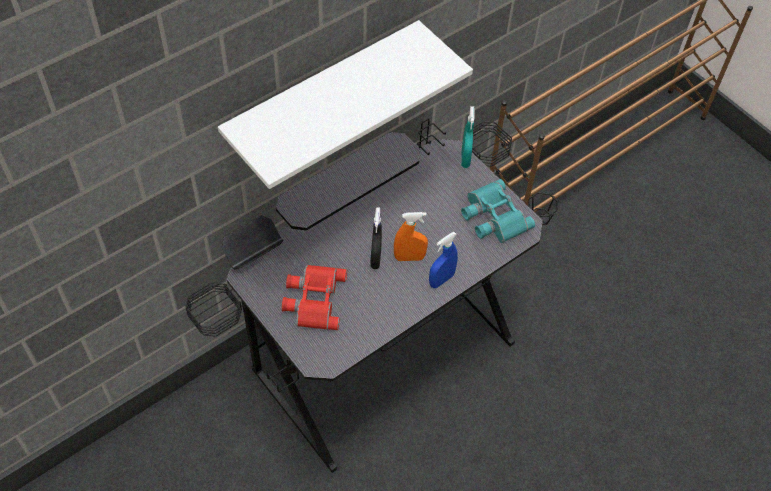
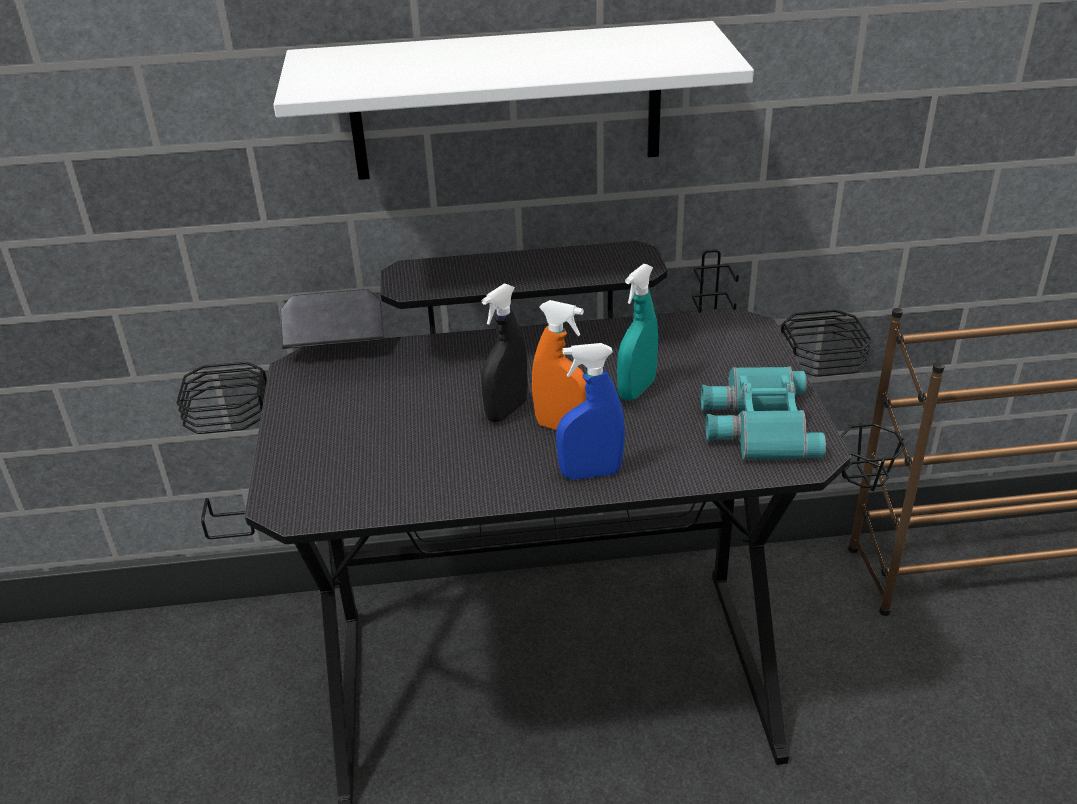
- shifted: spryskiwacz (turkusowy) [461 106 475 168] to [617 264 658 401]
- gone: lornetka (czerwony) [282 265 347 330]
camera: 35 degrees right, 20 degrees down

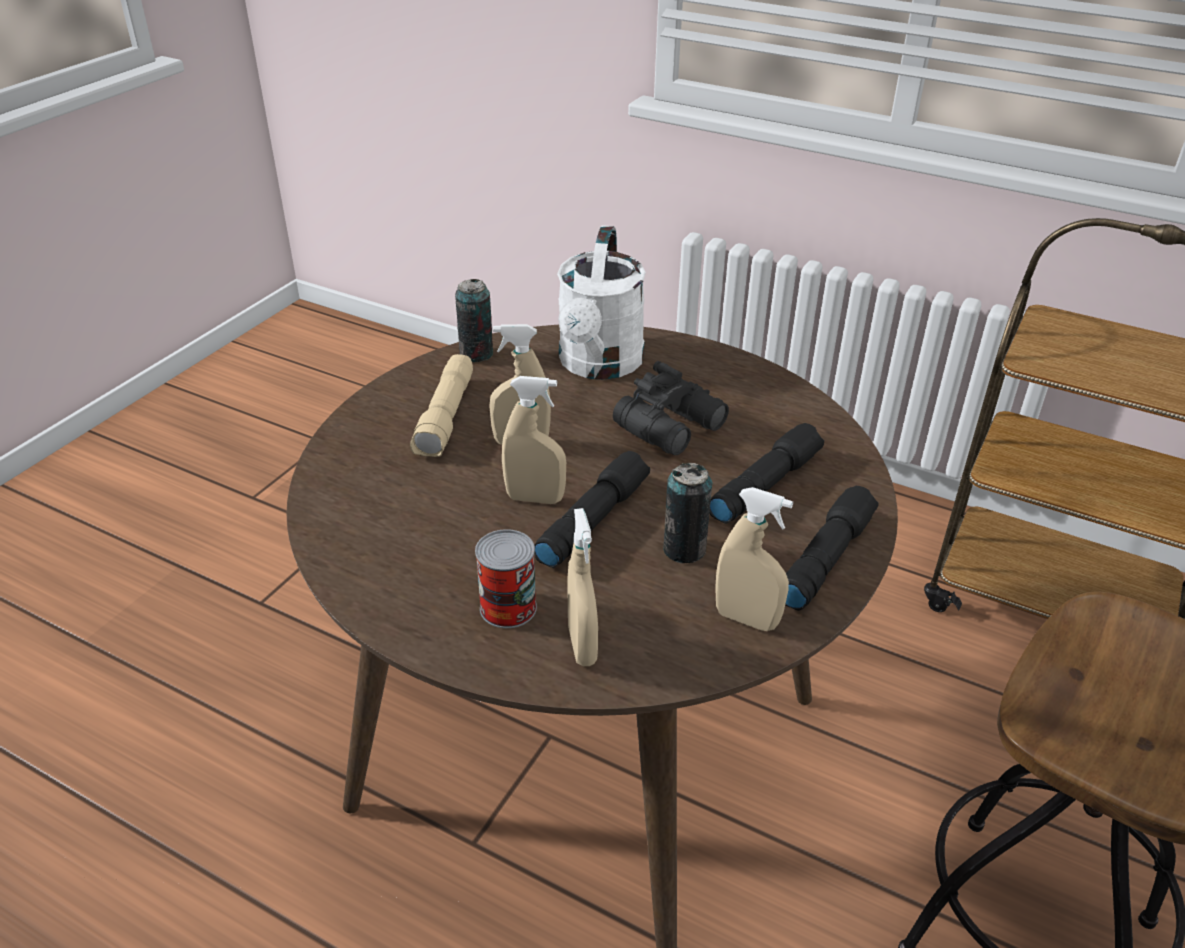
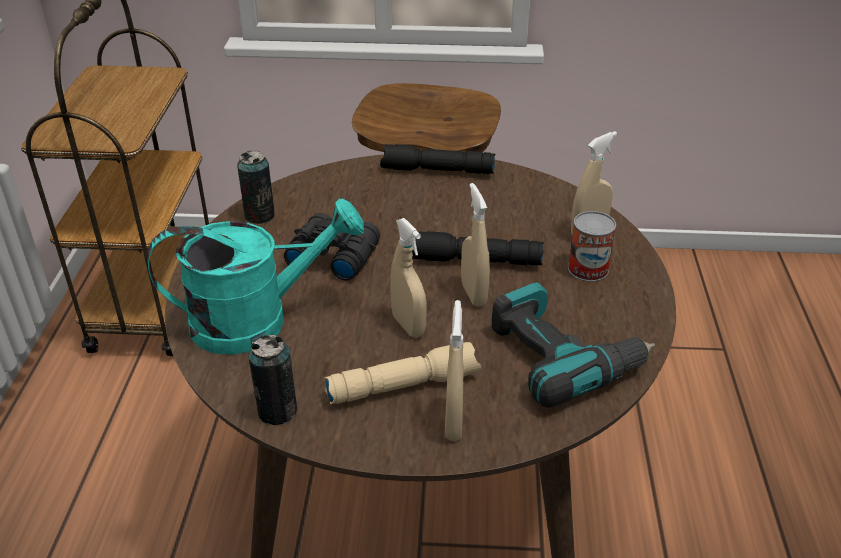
- repainted: konewka (biały) [557 225 646 380] to konewka (turkusowy) [148 199 364 355]
- shifted: puszka [663 463 713 563] to [237 151 275 224]
- shifted: spryskiwacz (beżowy) [715 487 793 631] to [445 300 464 441]
- new: wiertarka [492 282 655 408]
- gone: latarka (czarny) [710 423 824 524]
camera: 115 degrees left, 0 degrees up

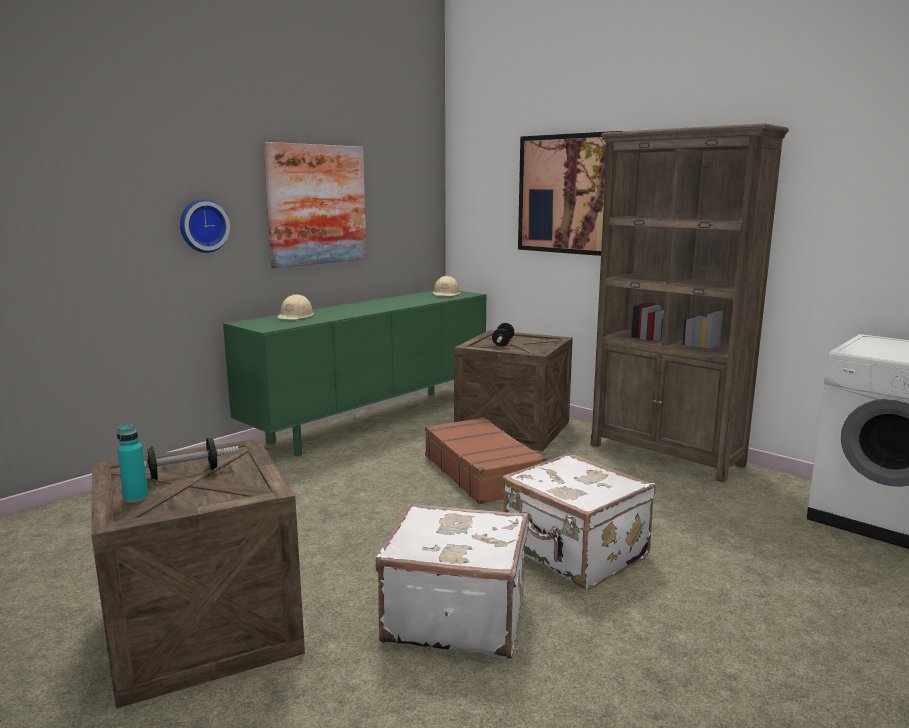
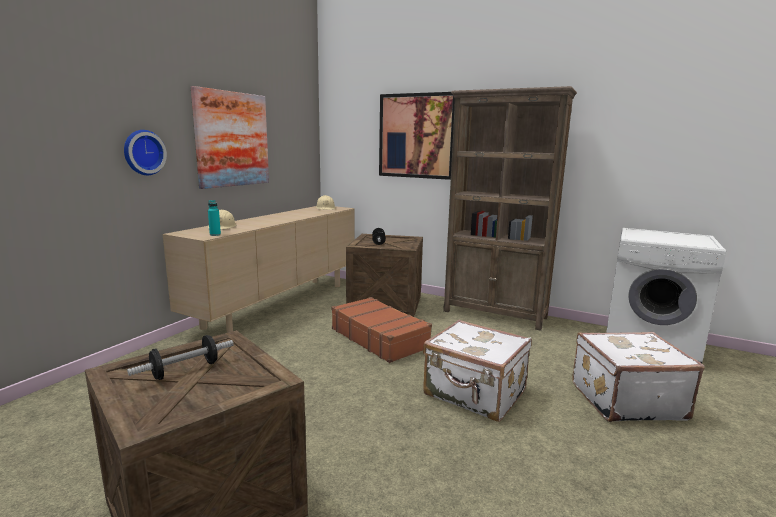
- repainted: szafka (zielony) [223 291 486 456] to szafka (beżowy) [163 206 355 333]
- shifted: butelka (turkusowy) [117 425 148 503] to [208 200 221 236]
- shifted: walizka (biały) [375 503 529 659] to [572 332 705 422]
camera: 15 degrees left, 0 degrees up

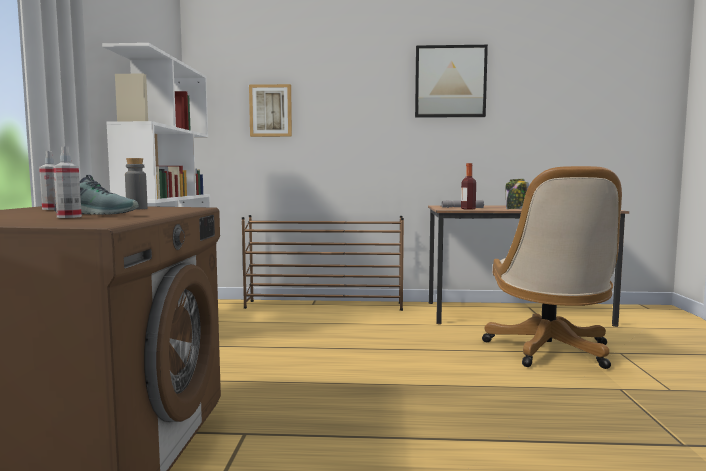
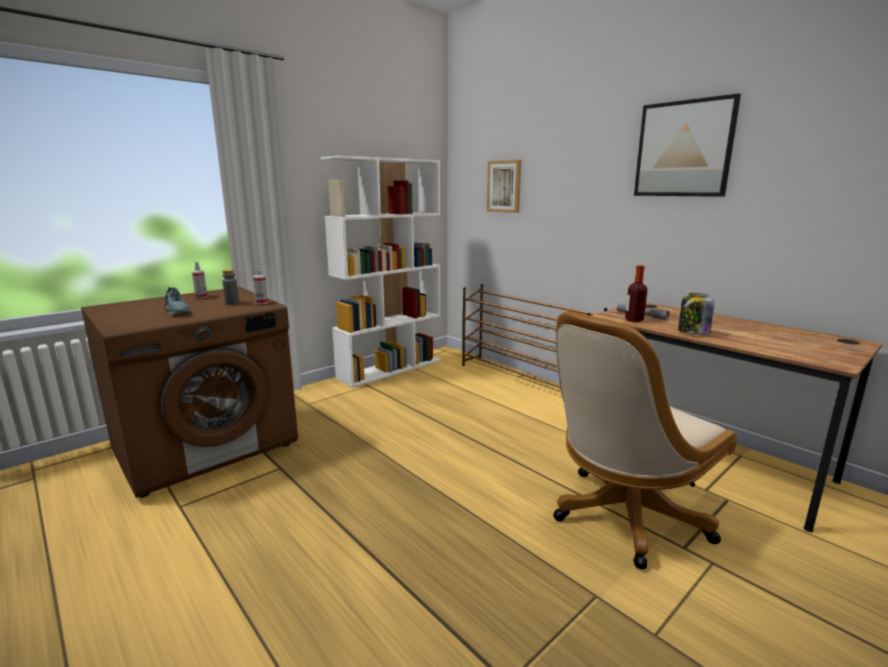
- shifted: spryskiwacz [53 146 82 218] to [253 266 268 304]
camera: 45 degrees right, 10 degrees up

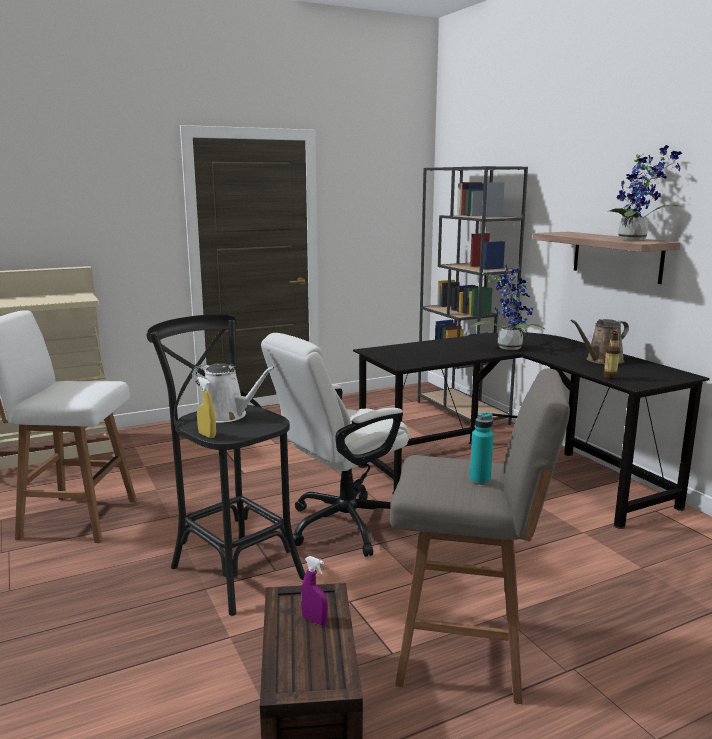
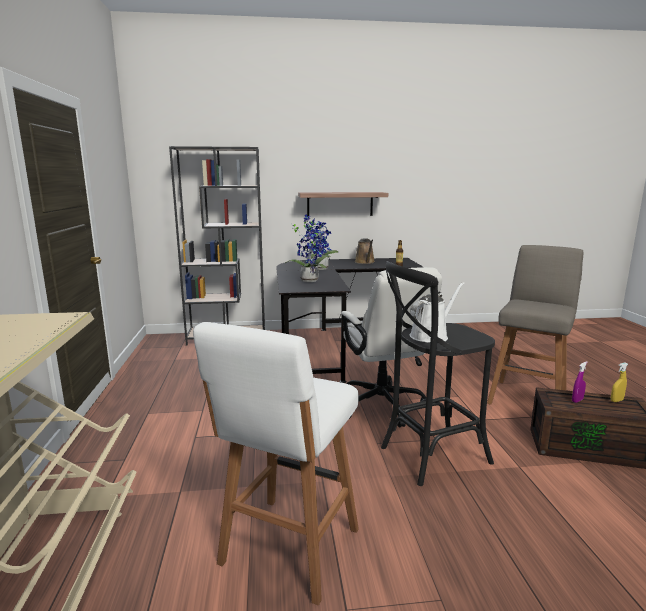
- shifted: roślina doniczkowa [609 145 682 240] to [285 219 331 282]
- shifted: spryskiwacz (żółty) [197 377 216 438] to [611 362 628 402]
- gone: butelka (turkusowy) [470 413 494 485]
camera: 70 degrees left, 0 degrees up

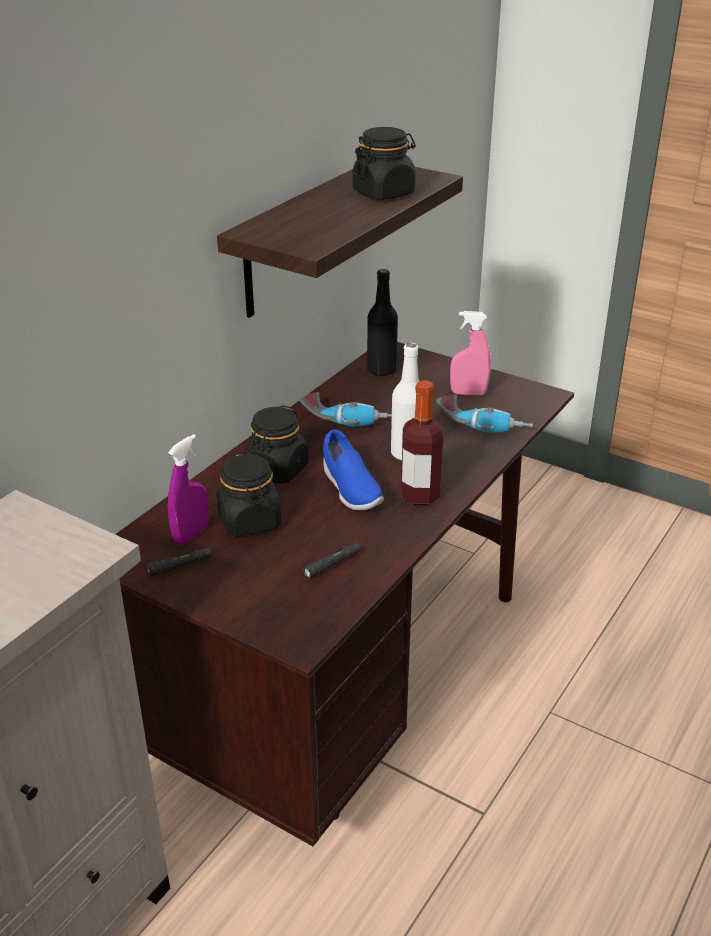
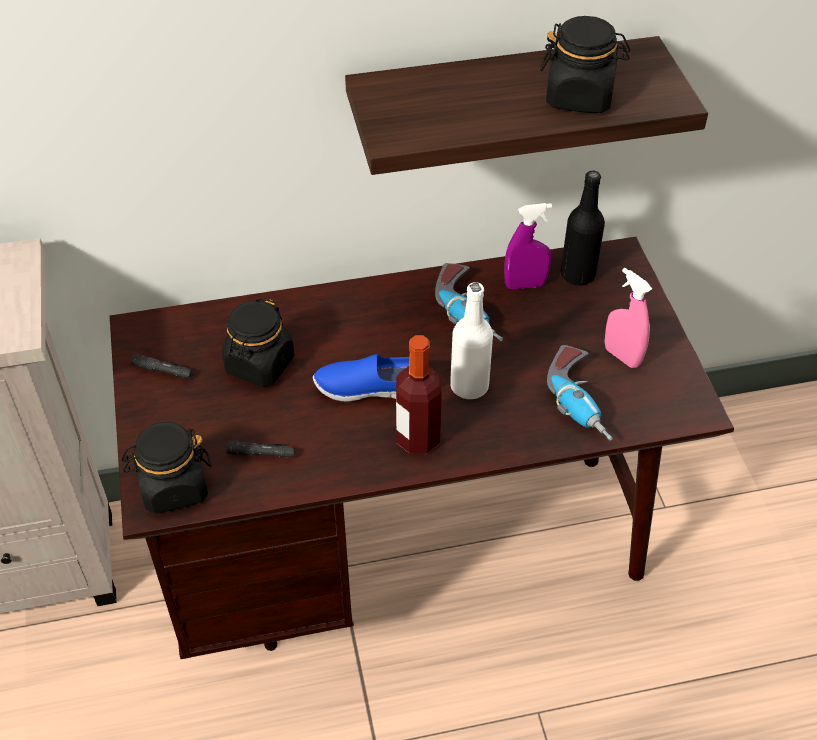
- shifted: słoik (czarny) [244 405 309 484] to [121 422 211 514]
- rotated: but (niebieski) [323 430 384 510] = [313 354 410 401] 75 degrees clockwise
- shifted: spryskiwacz (fioletowy) [168 434 209 544] to [504 203 552 290]
camera: 45 degrees right, 15 degrees up

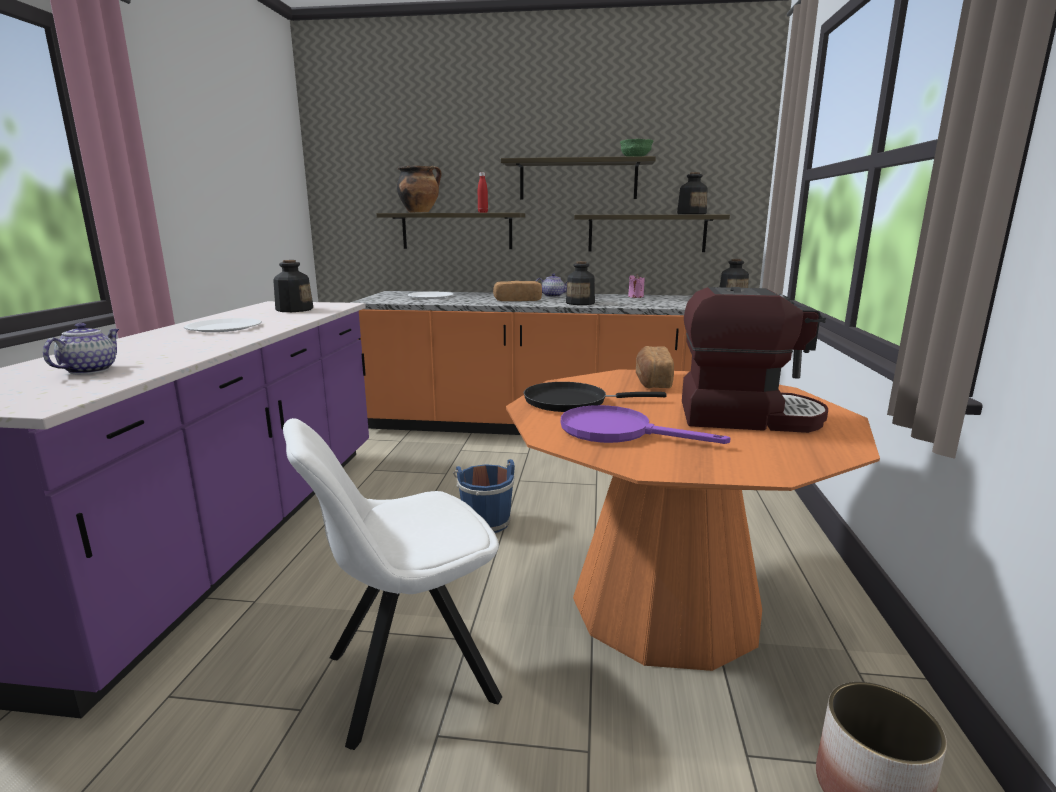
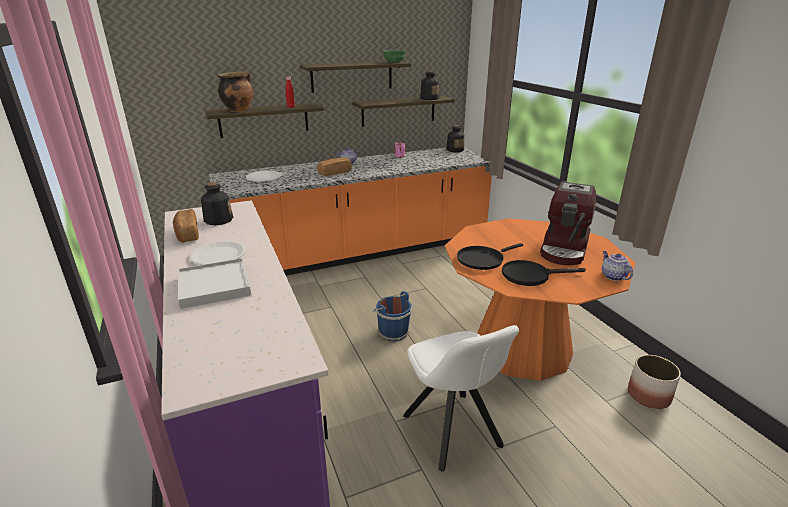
- shifted: chleb [636 346 674 388] to [173 209 199 243]
- new: taca (biały) [178 258 251 309]
- rotated: krzesło (biały) [283 418 502 750] = [403 325 519 472] 60 degrees counterclockwise
- repainted: patelnia (fioletowy) [561 405 730 444] to patelnia (czarny) [502 260 586 286]
- rotated: ekspres do kawy [682 287 828 433] = [540 182 596 265] 135 degrees clockwise
- shifted: imbryk [43 323 119 375] to [602 251 633 281]
- gone: butelka [566 261 595 305]
camera: 30 degrees left, 10 degrees up

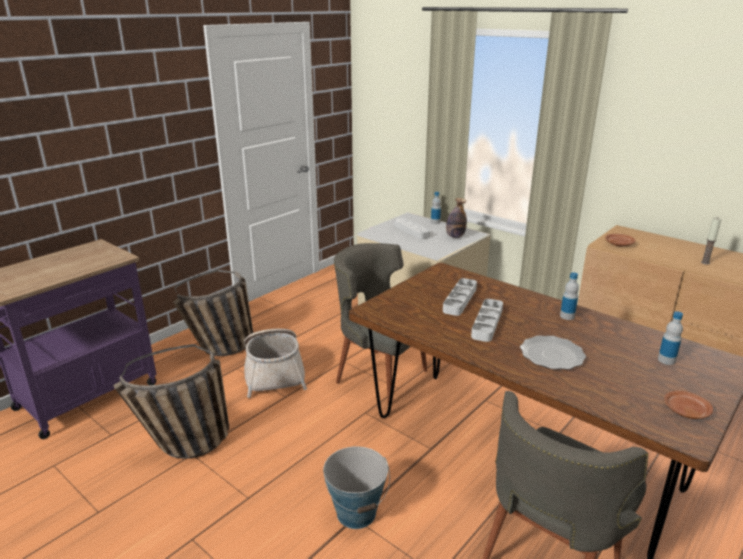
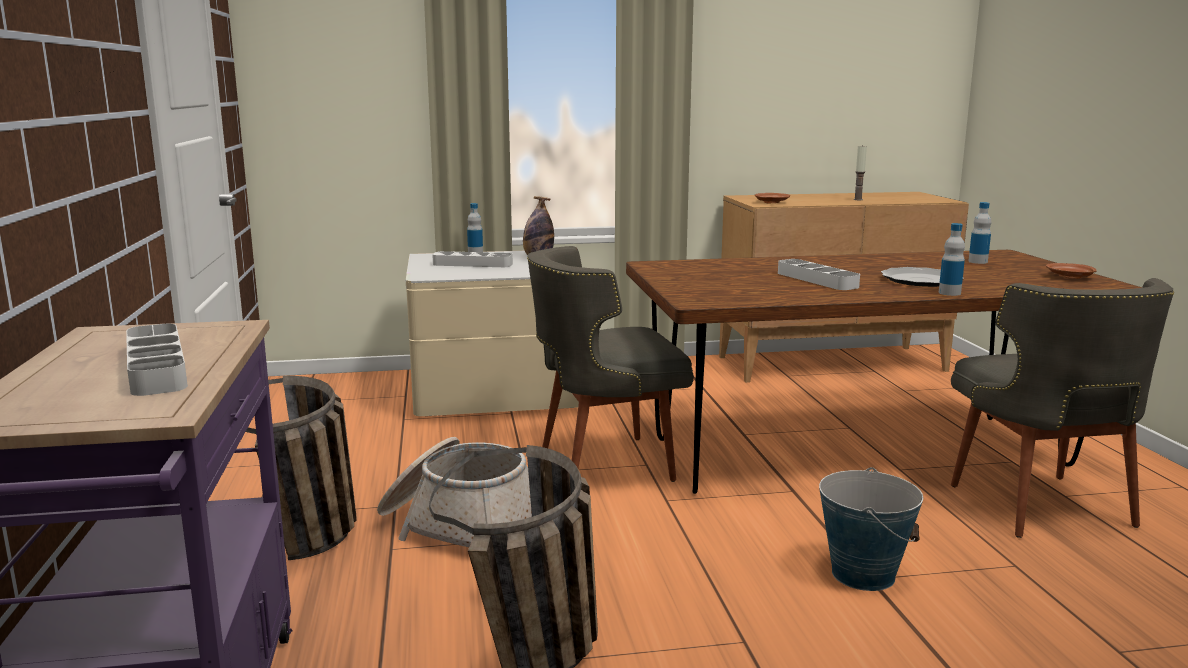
- shifted: taca (szary) [443 278 477 316] to [126 324 188 396]
- shifted: butelka [560 272 579 320] to [939 223 965 296]
camera: 50 degrees left, 10 degrees down

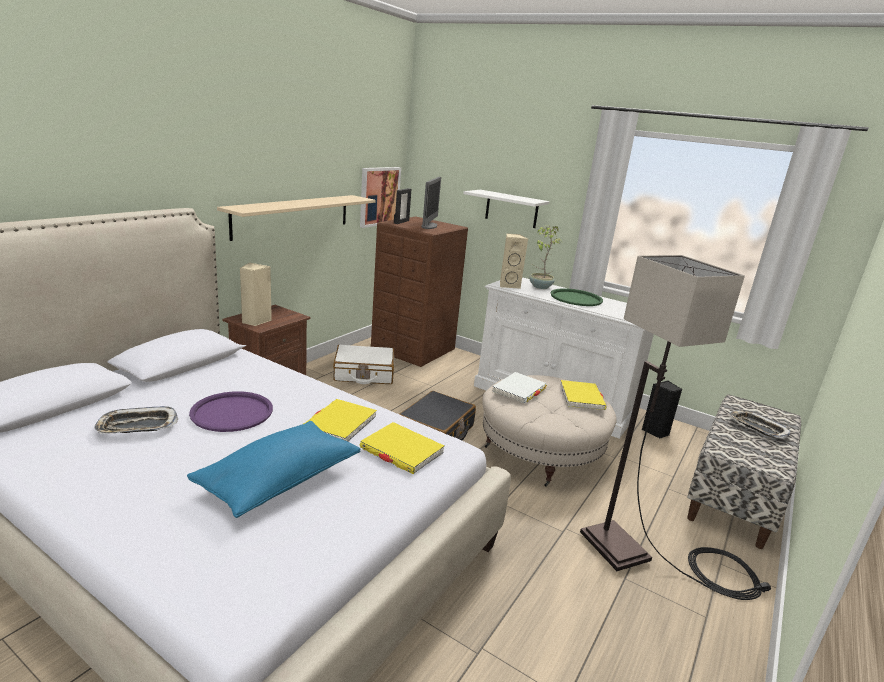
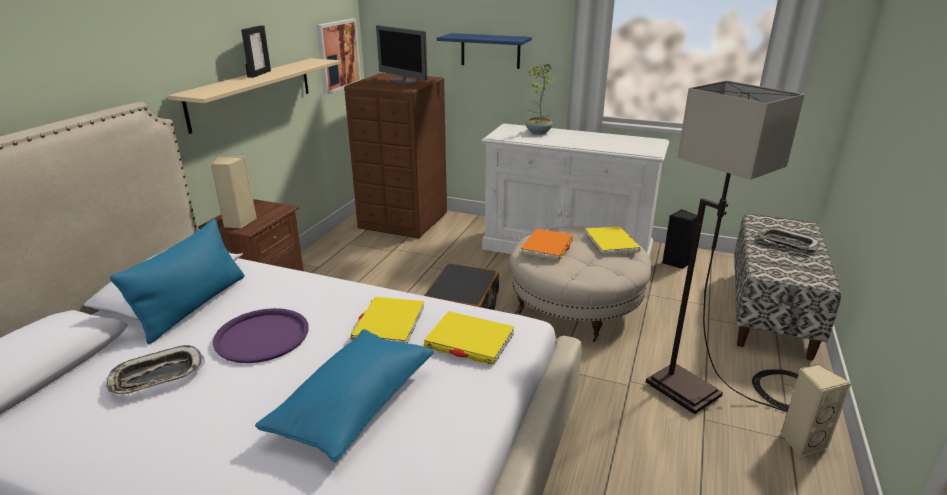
- new: poduszka (niebieski) [110 219 245 345]
- shifted: ramka na zdjęcie [394 188 411 224] to [241 25 271 78]
- rotated: monitor [422 177 441 229] = [376 25 428 85] 135 degrees clockwise
- repainted: półka (biały) [463 190 550 228] to półka (niebieski) [437 33 532 69]
- repainted: książka (biały) [492 372 547 403] to książka (pomarańczowy) [521 228 573 261]
- shifted: głośnik (beżowy) [500 233 528 289] to [780 364 852 458]
- gone: walizka (biały) [333 345 394 384]
- gone: taca (zielony) [551 288 603 306]
camera: 10 degrees left, 5 degrees up

